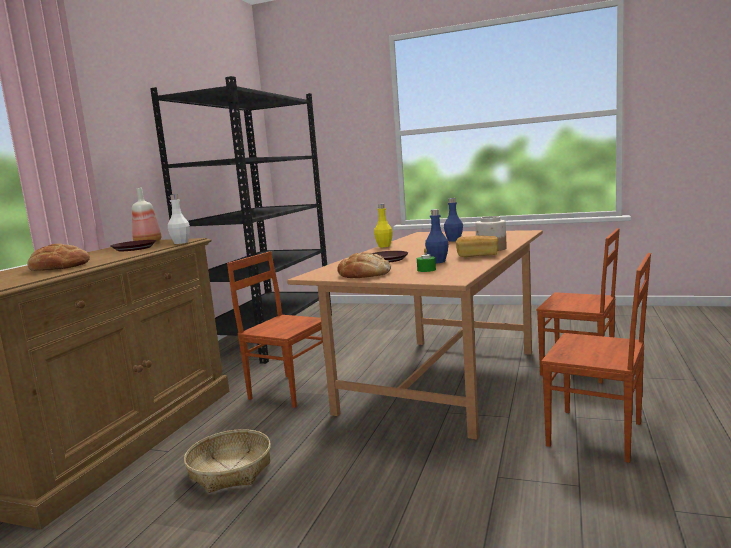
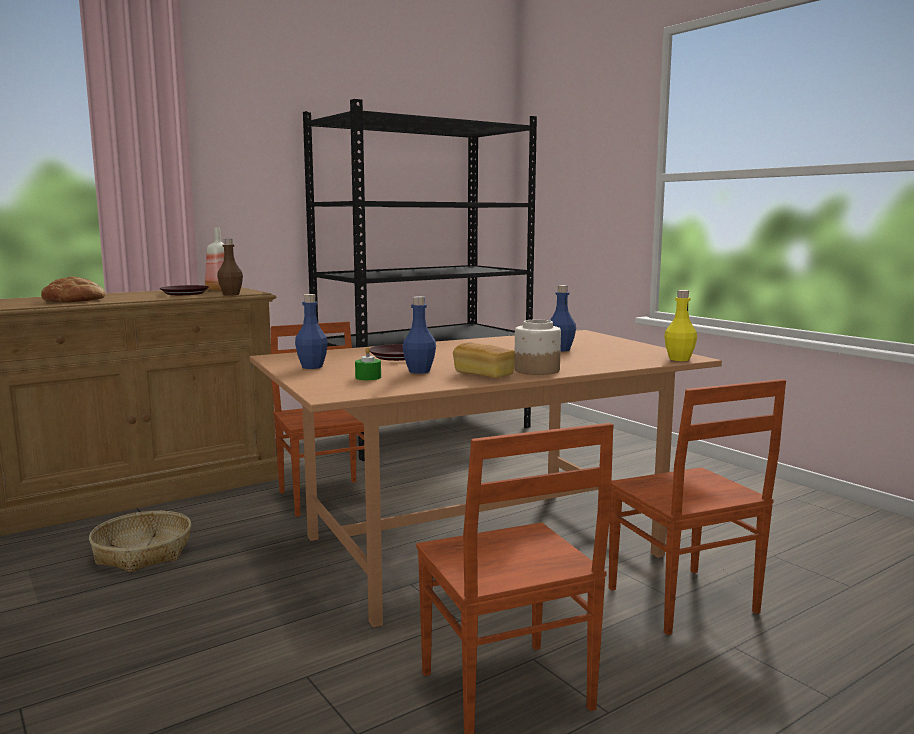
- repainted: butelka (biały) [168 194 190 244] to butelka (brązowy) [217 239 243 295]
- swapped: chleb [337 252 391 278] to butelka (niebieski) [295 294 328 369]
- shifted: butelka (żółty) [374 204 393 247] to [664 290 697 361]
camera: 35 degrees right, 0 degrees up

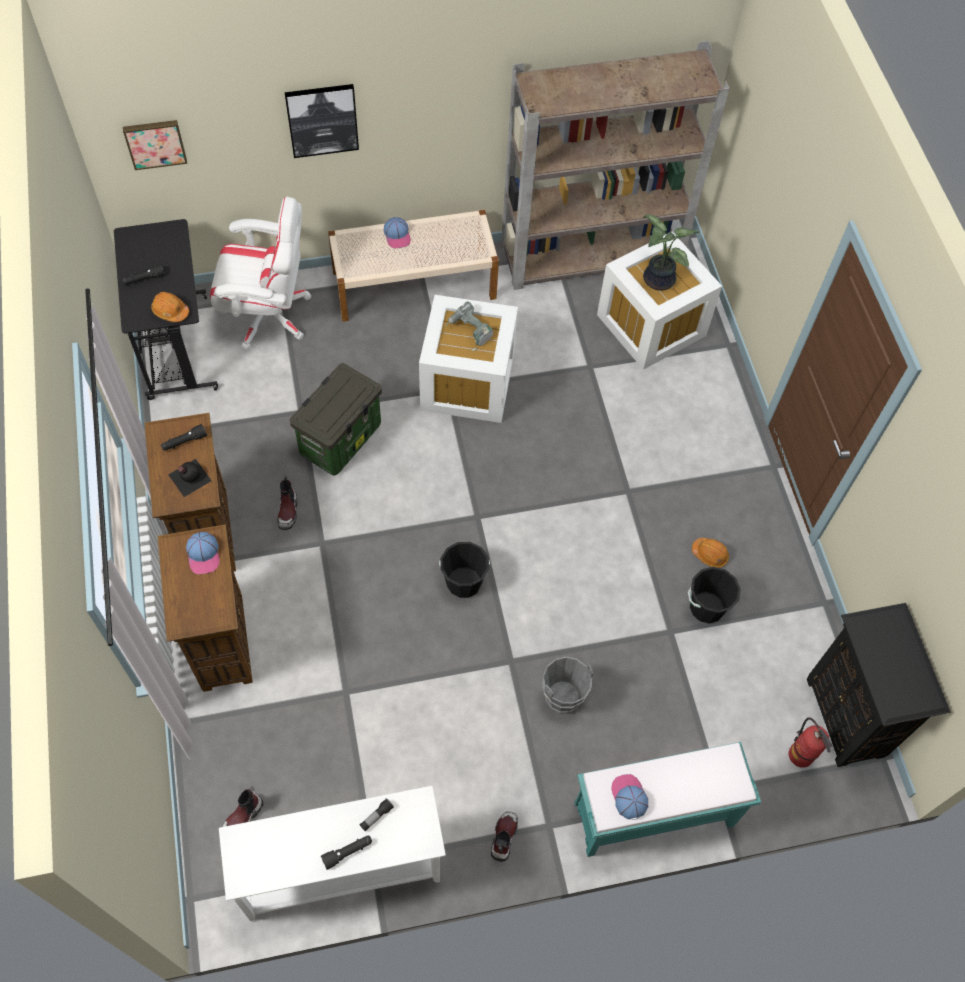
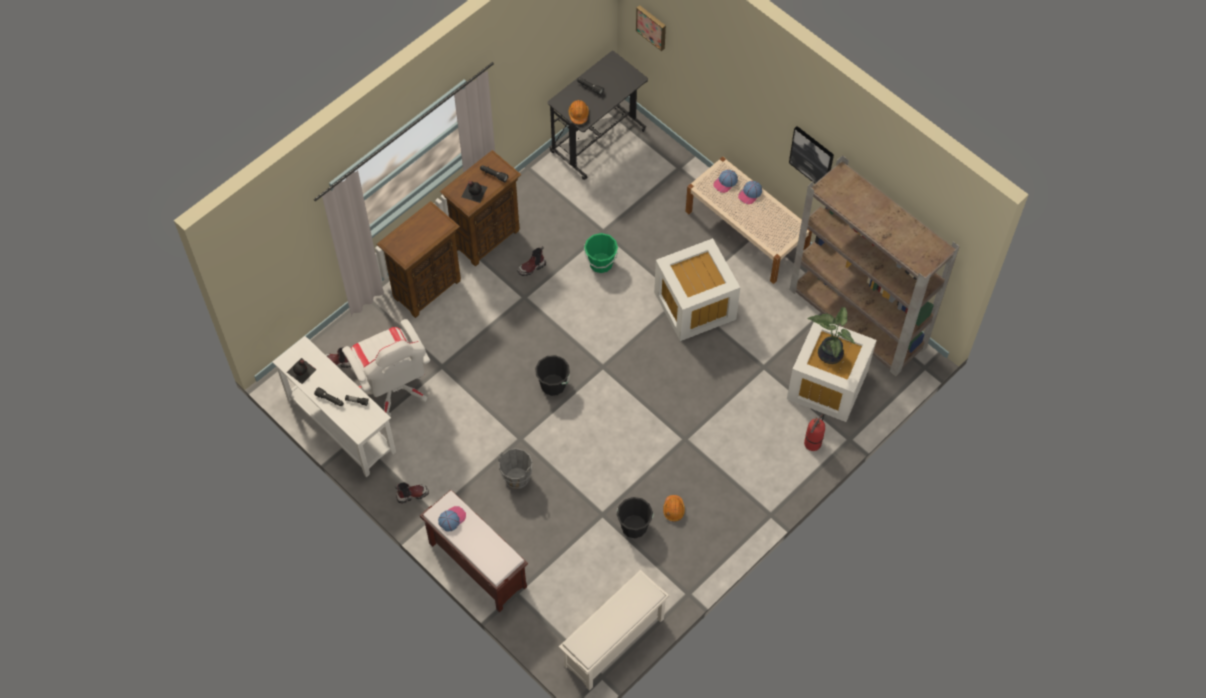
- new: butelka (czarny) [287 358 317 384]
- shifted: krzesło biurowe (biały) [210 196 311 351] to [342 319 430 417]
- repainted: ławka (turkusowy) [575 742 761 857] to ławka (brązowy) [420 490 528 612]
- swapped: szafka (czarny) [807 603 951 767] to regał na buty (biały) [559 570 669 691]
- swapped: pojemnik do przechowywania [290 363 382 475] to wiadro (zielony) [584 233 618 273]
- shifted: czapka z daszkiem [186 532 220 574] to [713 170 738 193]
- shifted: obraz [284 84 359 158] to [789 126 834 183]
- shifted: gaśnica [789 717 833 768] to [804 414 825 451]
- gone: wiertarka [445 301 493 351]
camera: 60 degrees right, 0 degrees up

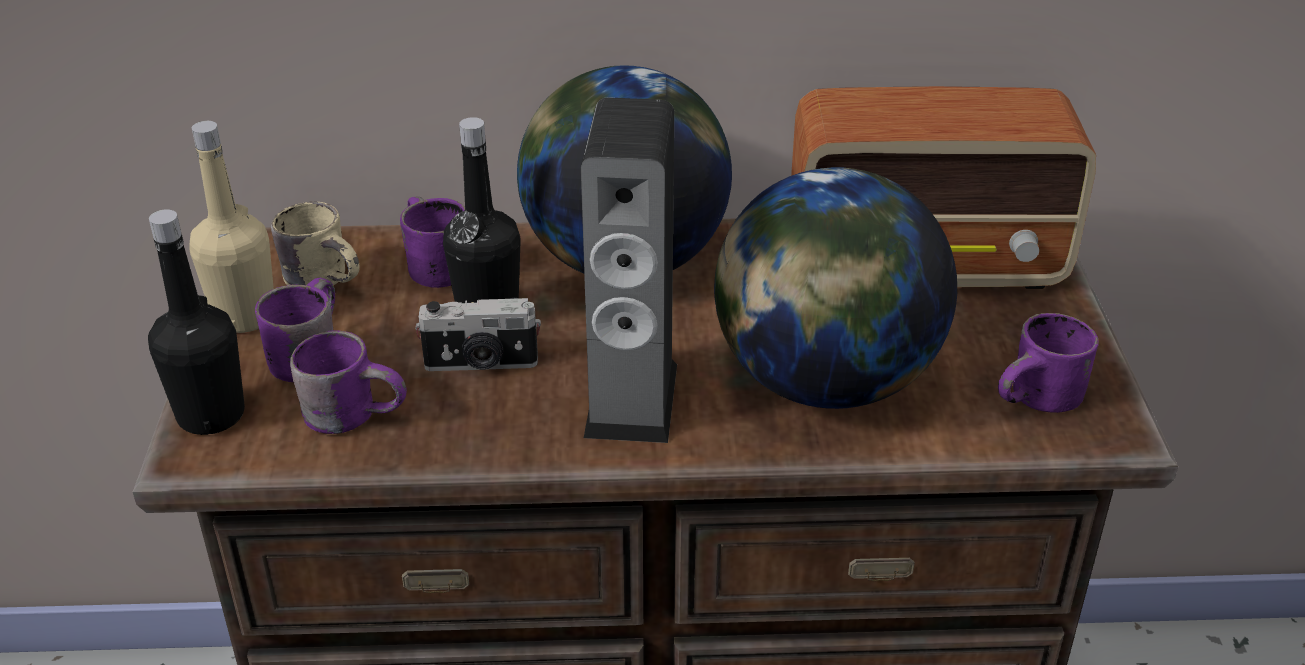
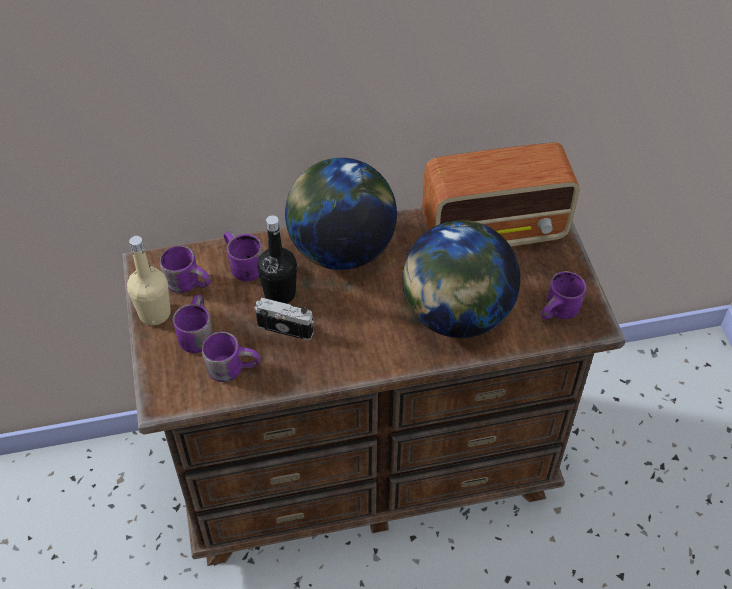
- repainted: kubek (beżowy) [271 202 360 285] to kubek (fioletowy) [160 245 211 293]
- rotated: aparat fotograficzny [415 298 541 371] = [254 298 314 340] 150 degrees counterclockwise
- gone: butelka (czarny) [148 209 245 435]
- gone: głośnik [581 97 677 443]
camera: 10 degrees left, 15 degrees up

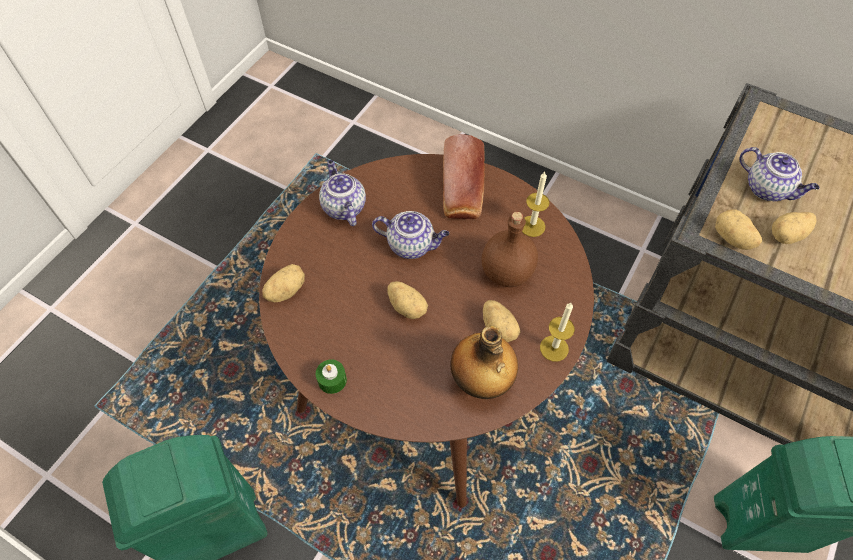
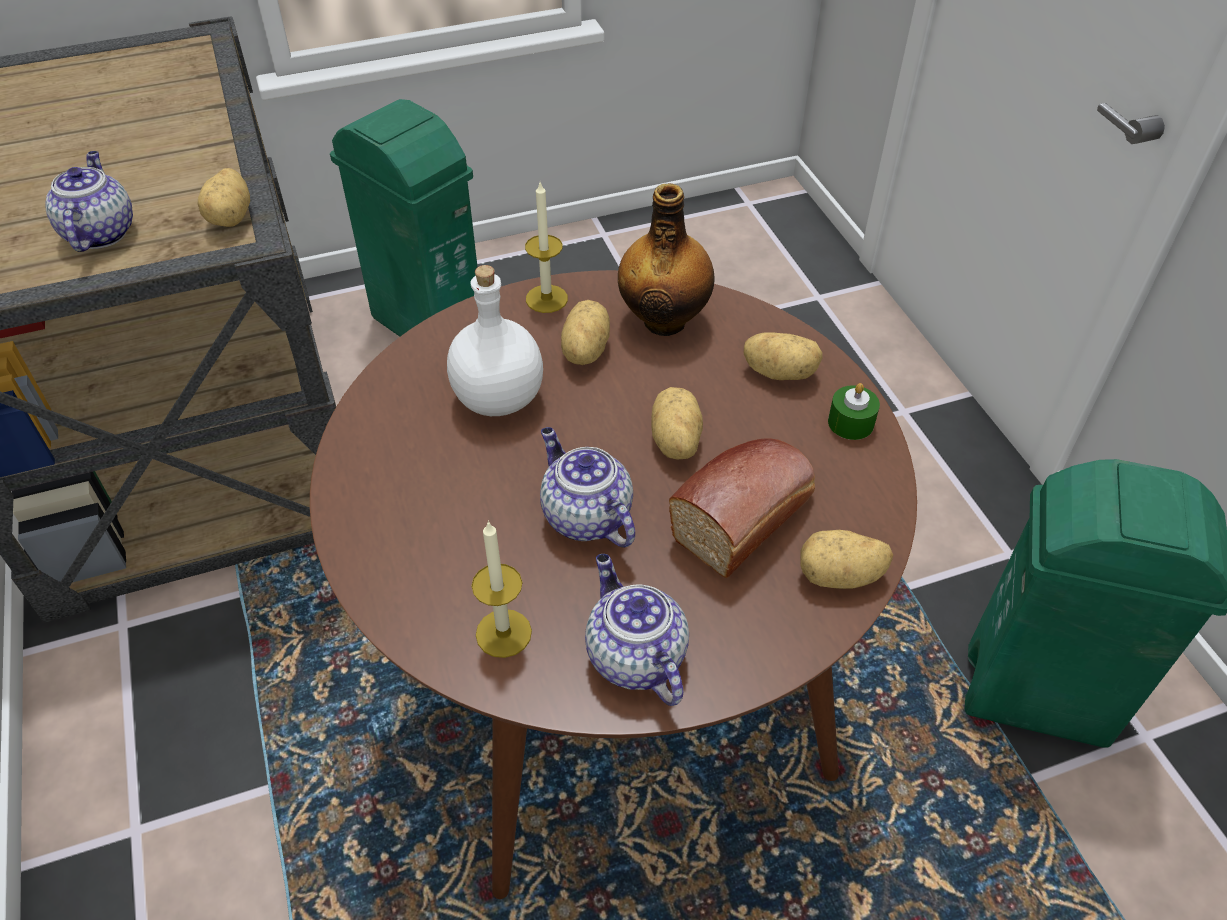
- repainted: butelka (brązowy) [482 212 538 287] to butelka (biały) [447 265 543 416]
- shifted: świeca [522 172 549 237] to [472 521 532 658]
- rotated: imbryk [319 160 366 226] = [585 554 689 706] 135 degrees clockwise
- shifted: chleb [443 134 484 219] to [669 439 815 578]
- shifted: ziemniak [772 212 817 244] to [744 332 822 380]
camera: 140 degrees left, 10 degrees down

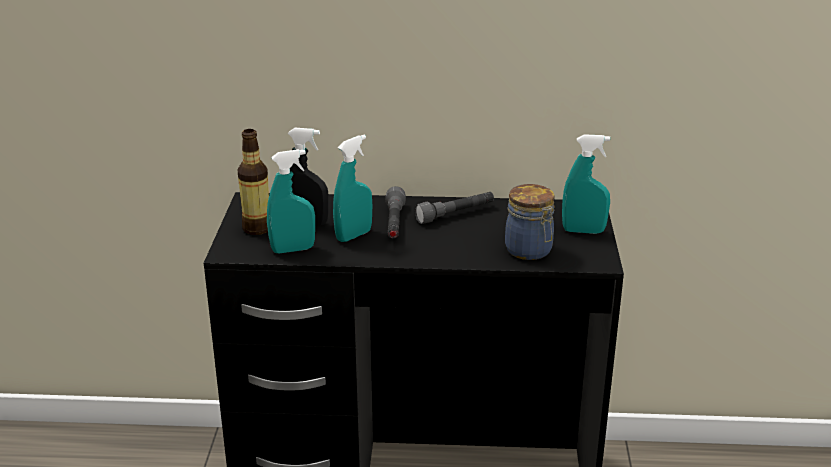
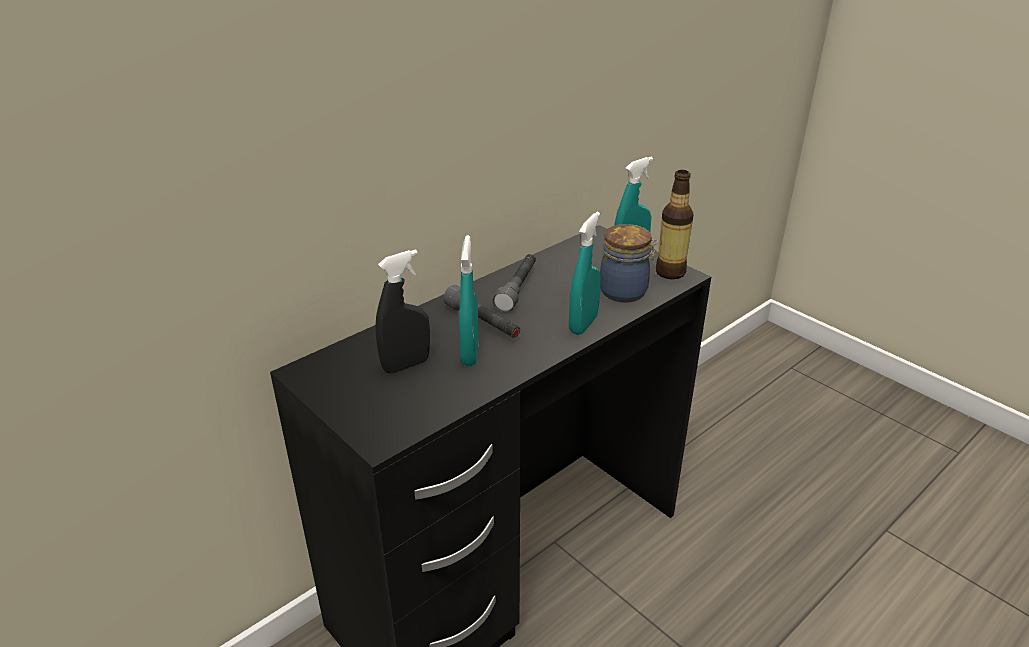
- shifted: spryskiwacz (turkusowy) [267 149 315 253] to [569 212 601 335]
- shifted: butelka [238 129 269 235] to [656 170 694 279]
camera: 45 degrees left, 5 degrees up

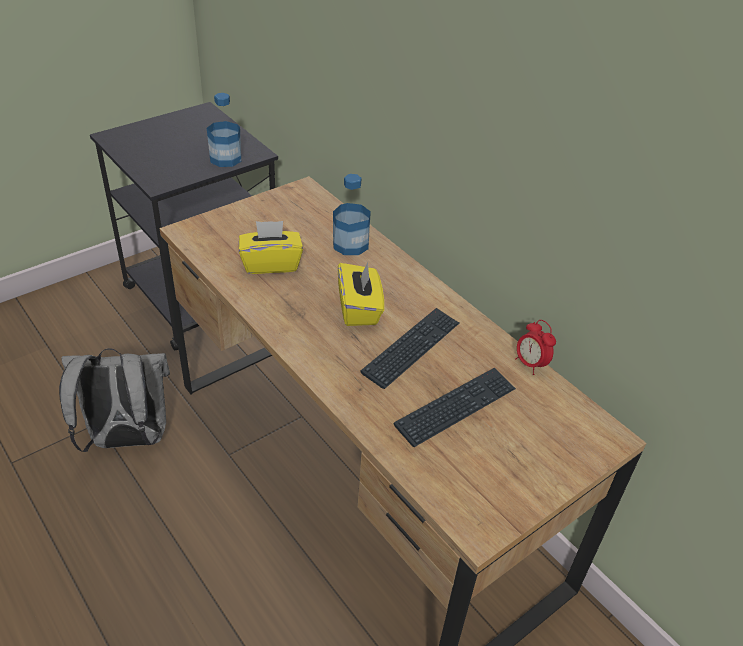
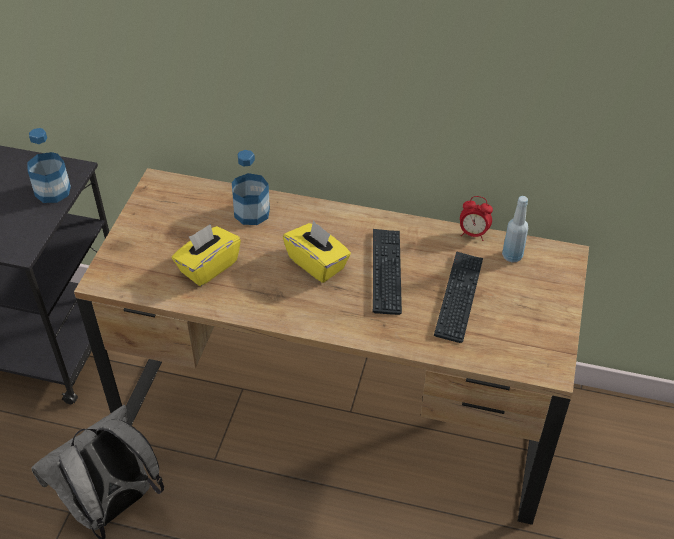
- new: butelka (niebieski) [502 196 528 262]
camera: 35 degrees left, 5 degrees up

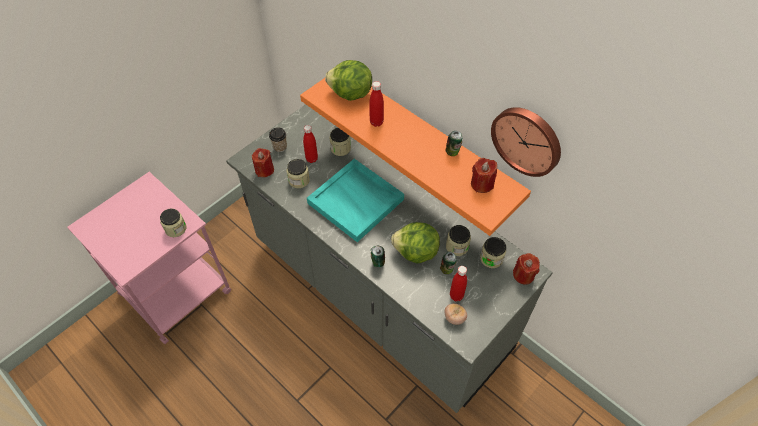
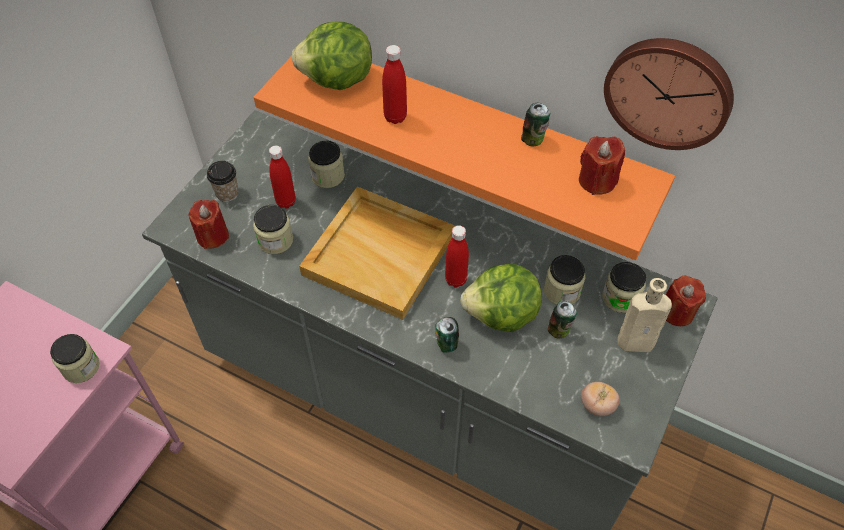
- repainted: taca (turkusowy) [307 159 404 242] to taca (beżowy) [299 187 455 320]
- shifted: butelka (czerwony) [450 266 467 301] to [445 225 469 288]
- new: butelka (beżowy) [617 278 672 352]
camera: 15 degrees left, 0 degrees up

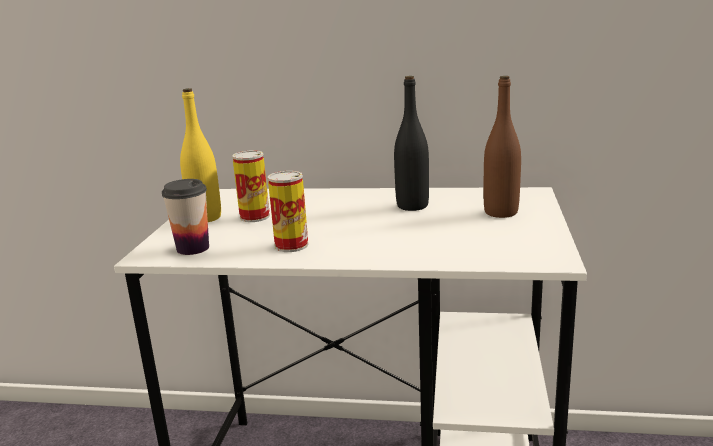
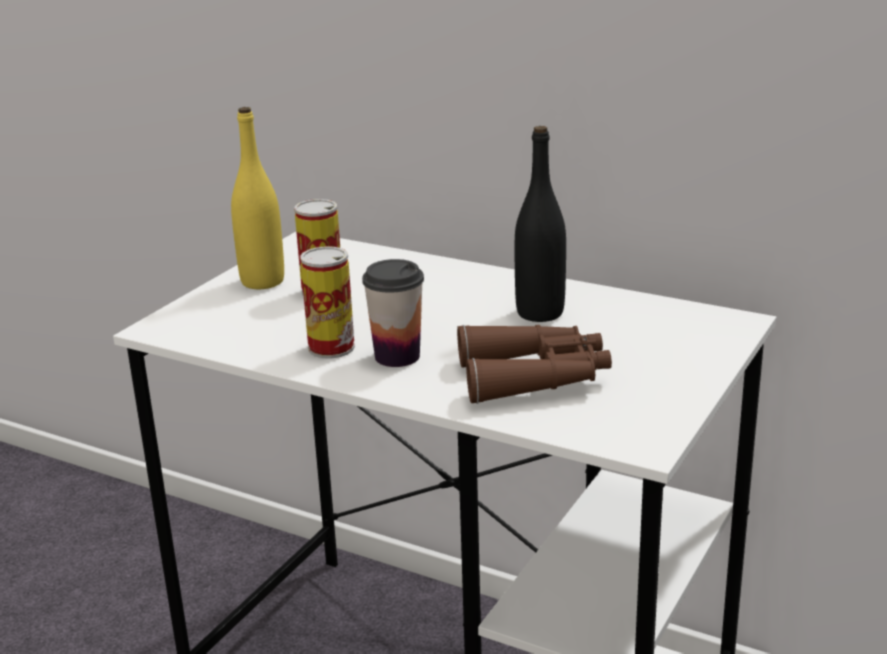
- shifted: filiżanka [162 179 209 255] to [362 259 424 367]
- new: lornetka (brązowy) [457 325 612 404]
- gone: butelka (brązowy) [484 76 521 218]
camera: 20 degrees right, 5 degrees up

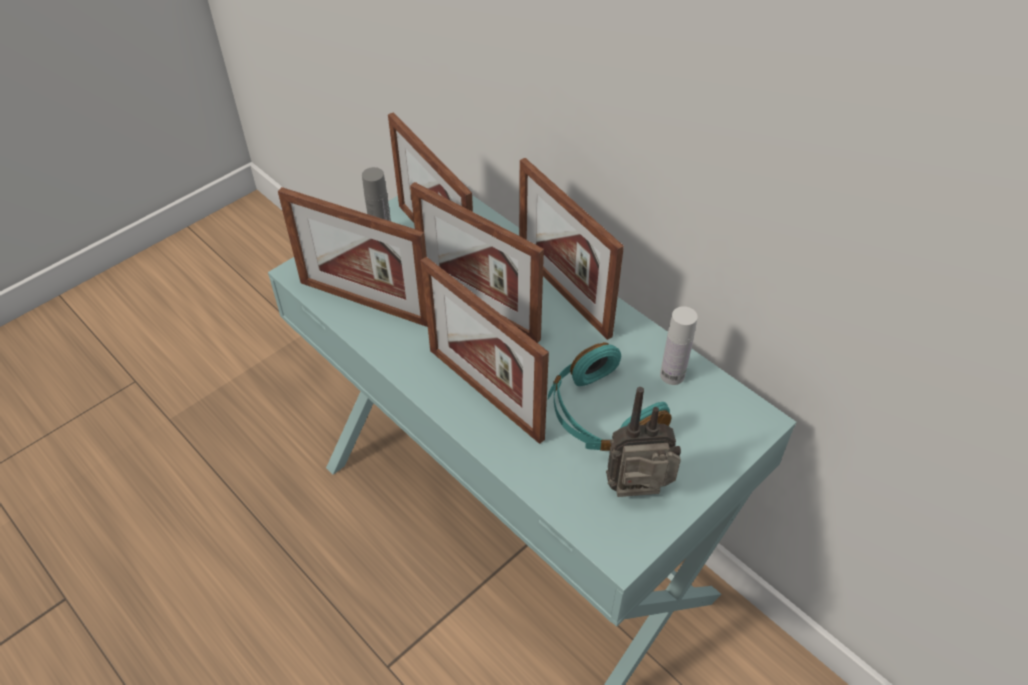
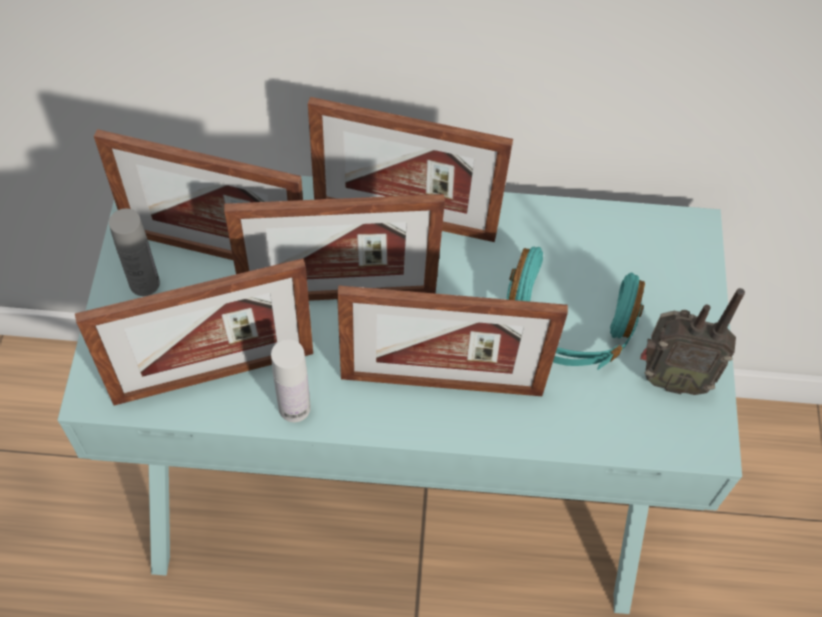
- shifted: butelka (biały) [660 306 698 385] to [271 339 311 422]
- rotated: radio [606 387 681 497] = [640 288 745 395] 120 degrees counterclockwise
camera: 45 degrees left, 10 degrees up

